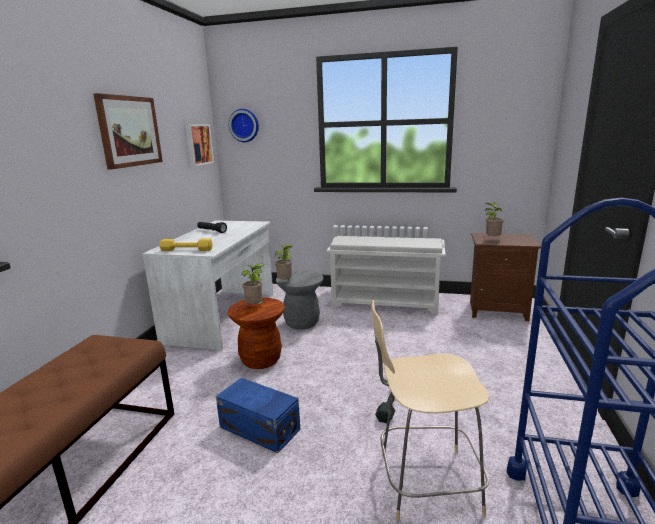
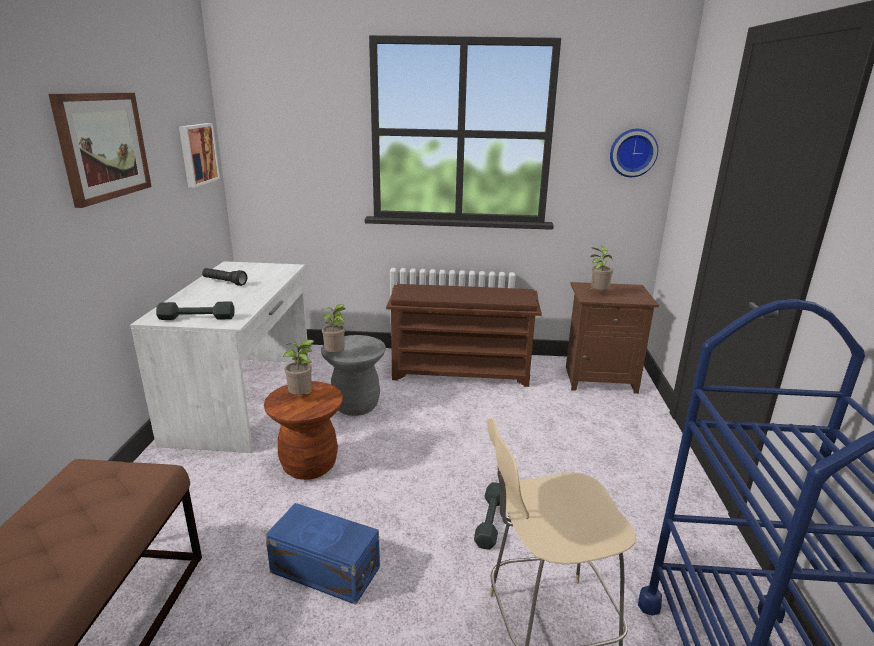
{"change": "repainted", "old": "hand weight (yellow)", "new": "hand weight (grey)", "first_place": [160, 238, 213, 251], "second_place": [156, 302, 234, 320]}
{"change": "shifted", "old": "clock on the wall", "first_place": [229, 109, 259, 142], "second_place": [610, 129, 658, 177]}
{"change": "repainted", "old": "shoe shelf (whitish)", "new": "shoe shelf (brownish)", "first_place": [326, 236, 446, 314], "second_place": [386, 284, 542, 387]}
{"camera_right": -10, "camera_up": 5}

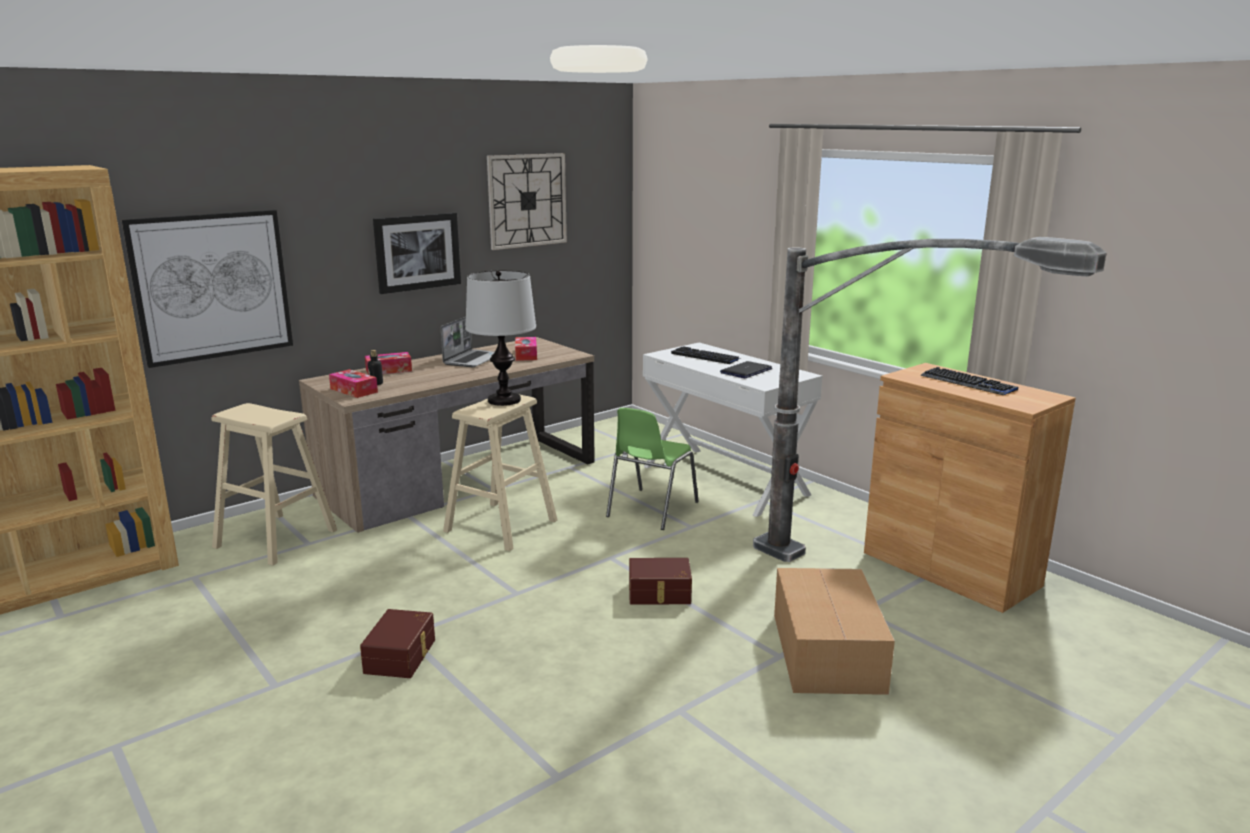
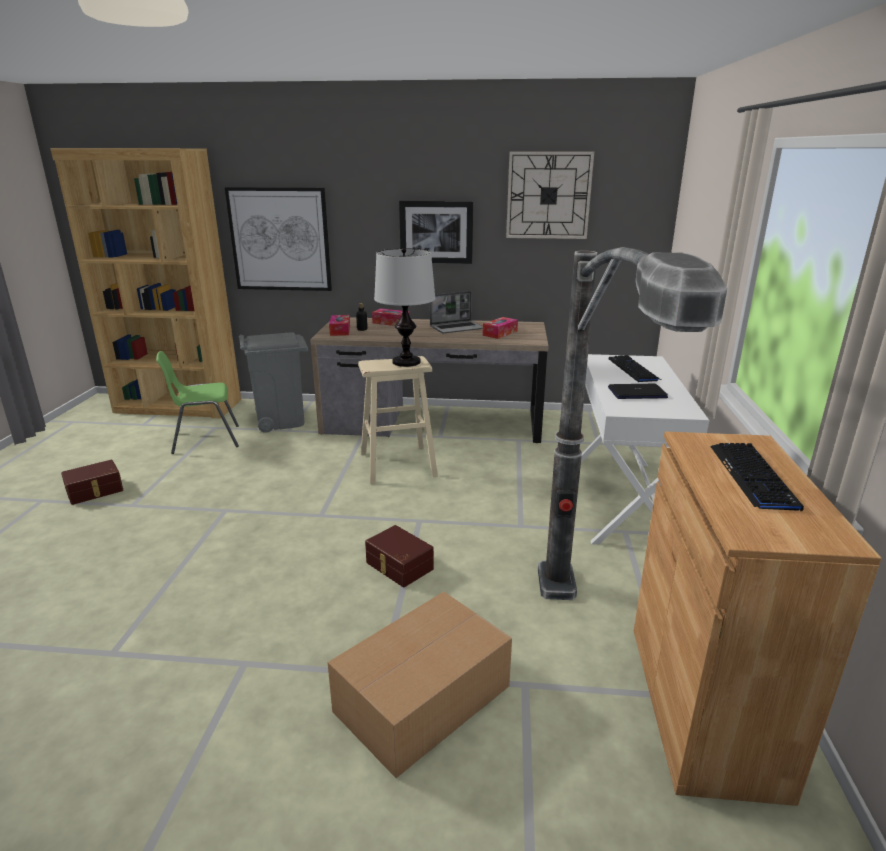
{"change": "swapped", "old": "stool (beige-coloured)", "new": "trash can (grey)", "first_place": [211, 403, 337, 566], "second_place": [239, 332, 308, 433]}
{"change": "shifted", "old": "storage box (brownish)", "first_place": [360, 609, 435, 678], "second_place": [61, 460, 124, 505]}
{"change": "shifted", "old": "chair (green)", "first_place": [606, 408, 699, 530], "second_place": [156, 351, 239, 454]}
{"camera_right": 45, "camera_up": 5}

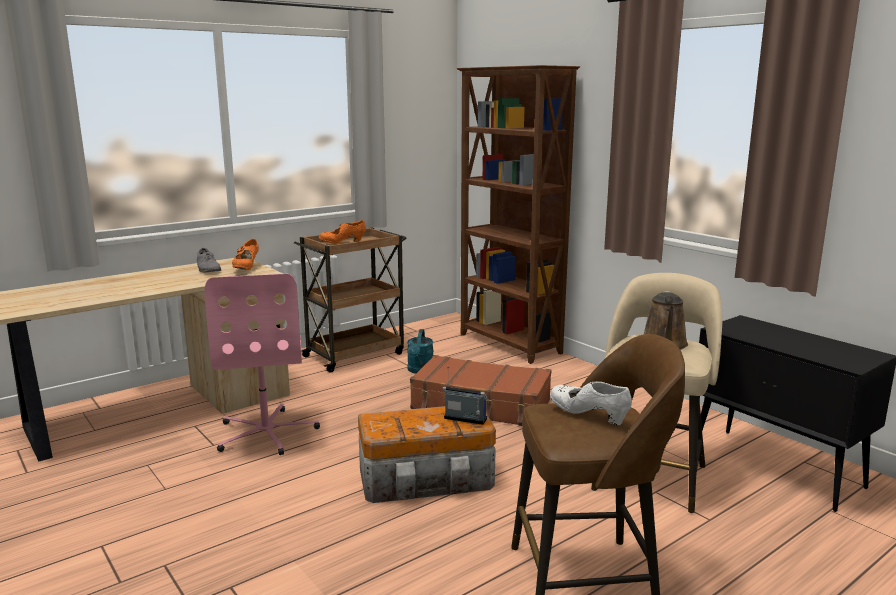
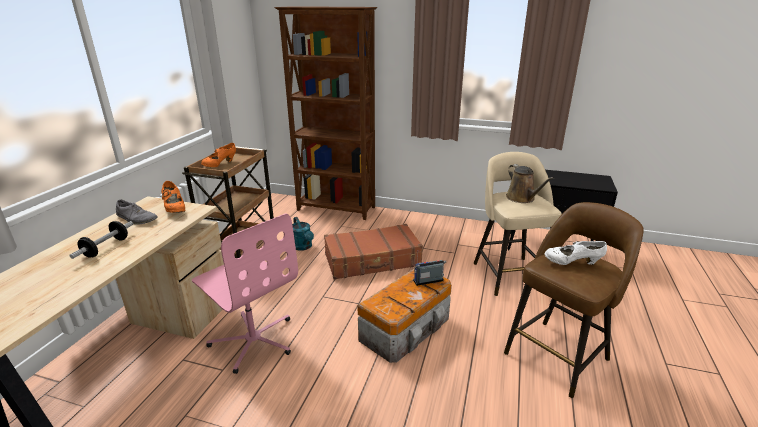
{"change": "new", "new": "hand weight", "second_place": [69, 221, 133, 259]}
{"camera_right": -35, "camera_up": 10}

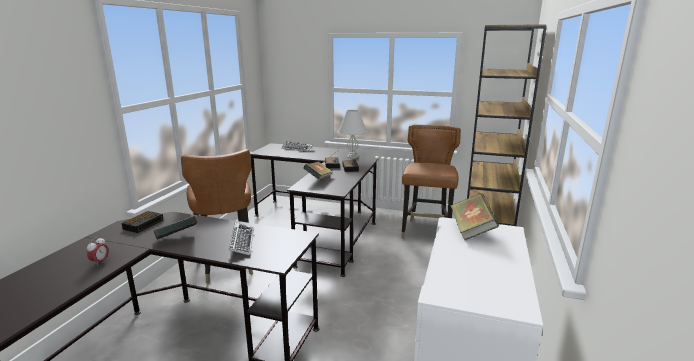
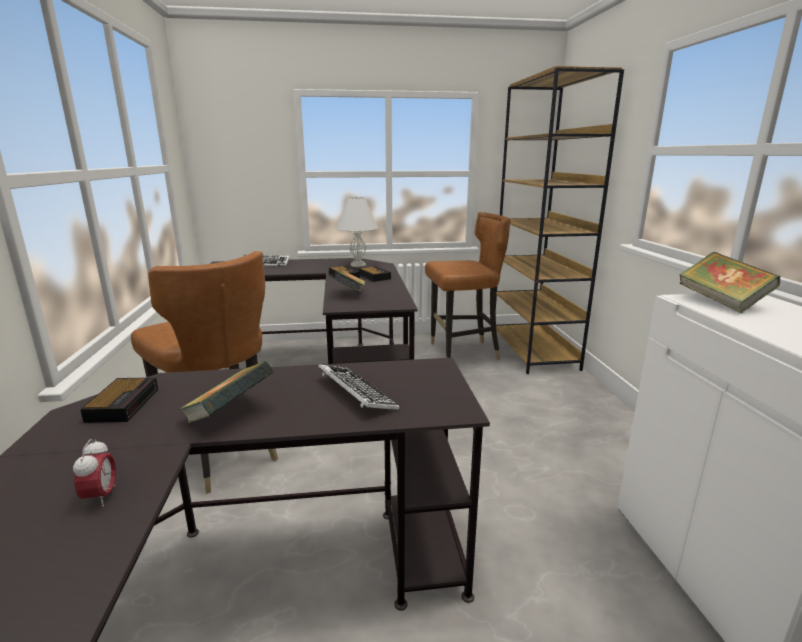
{"change": "rotated", "old": "chair (brownish)", "first_place": [401, 125, 461, 239], "second_place": [425, 212, 511, 360], "degrees": 90}
{"camera_right": -25, "camera_up": 0}

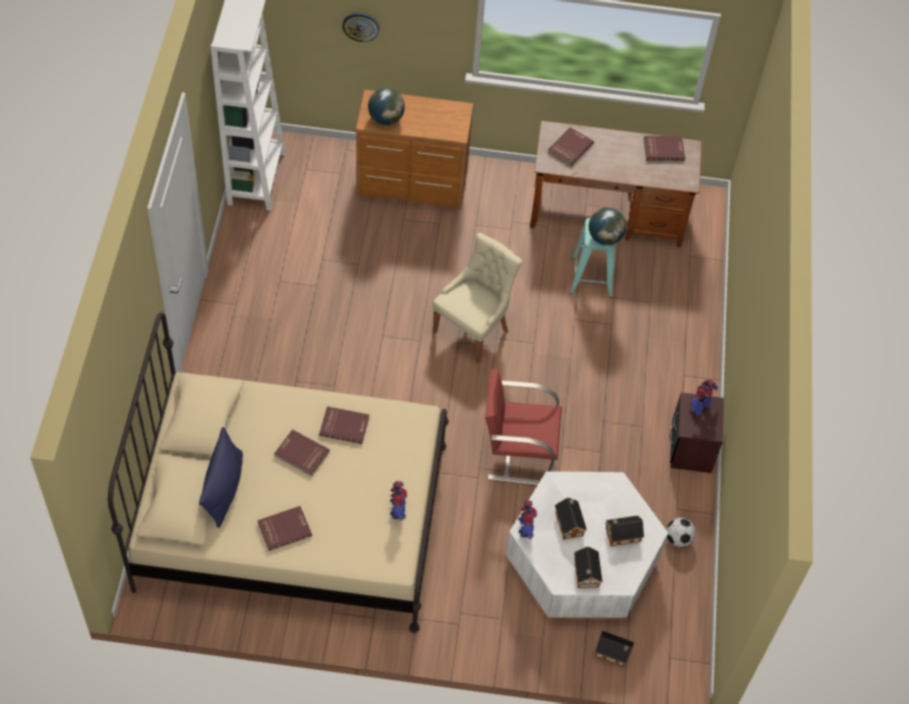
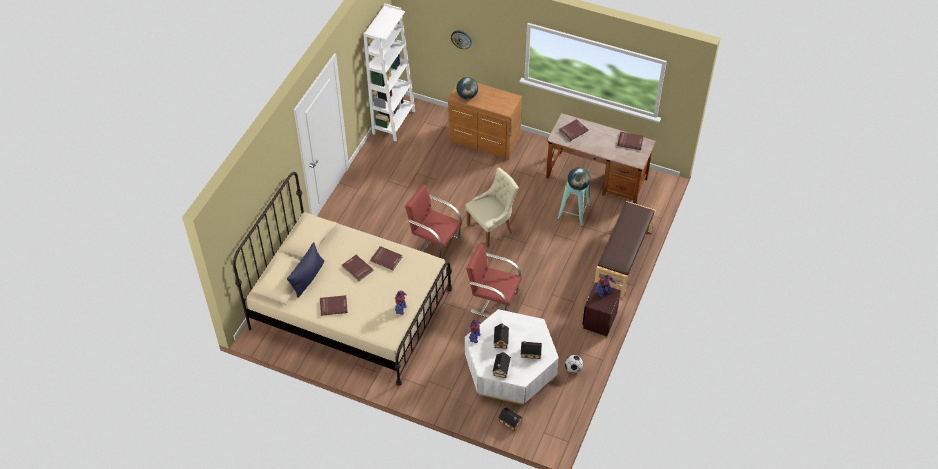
{"change": "new", "new": "chair (red)", "second_place": [405, 185, 462, 258]}
{"change": "new", "new": "long seat (brownish)", "second_place": [594, 201, 656, 298]}
{"camera_right": 20, "camera_up": -5}

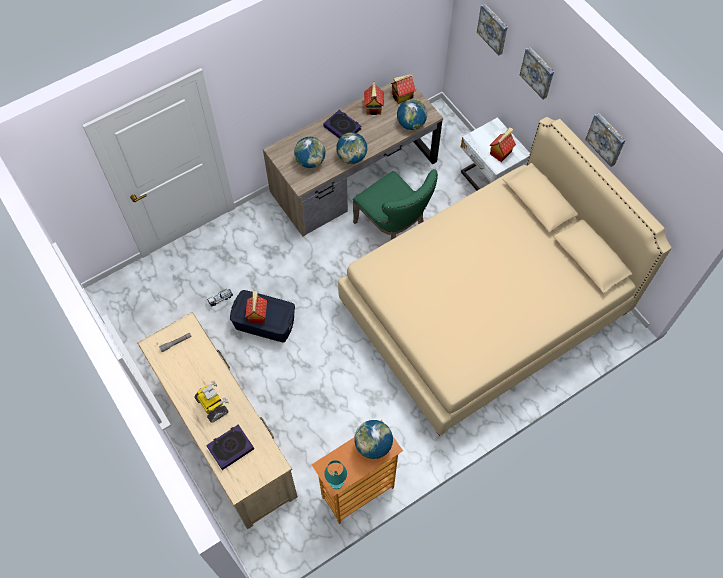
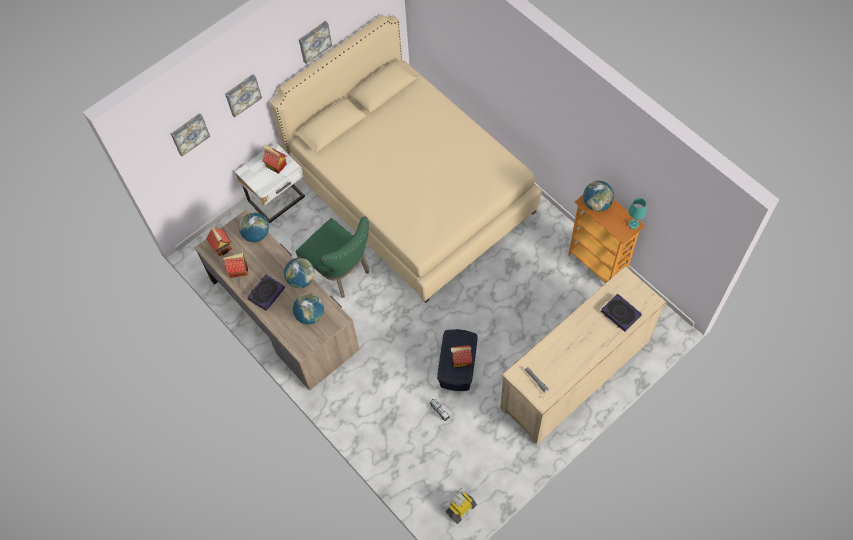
{"change": "shifted", "old": "toy robot", "first_place": [194, 381, 229, 423], "second_place": [444, 488, 477, 524]}
{"change": "rotated", "old": "chair (green)", "first_place": [353, 169, 438, 240], "second_place": [296, 216, 369, 298], "degrees": 90}
{"camera_right": -95, "camera_up": 0}

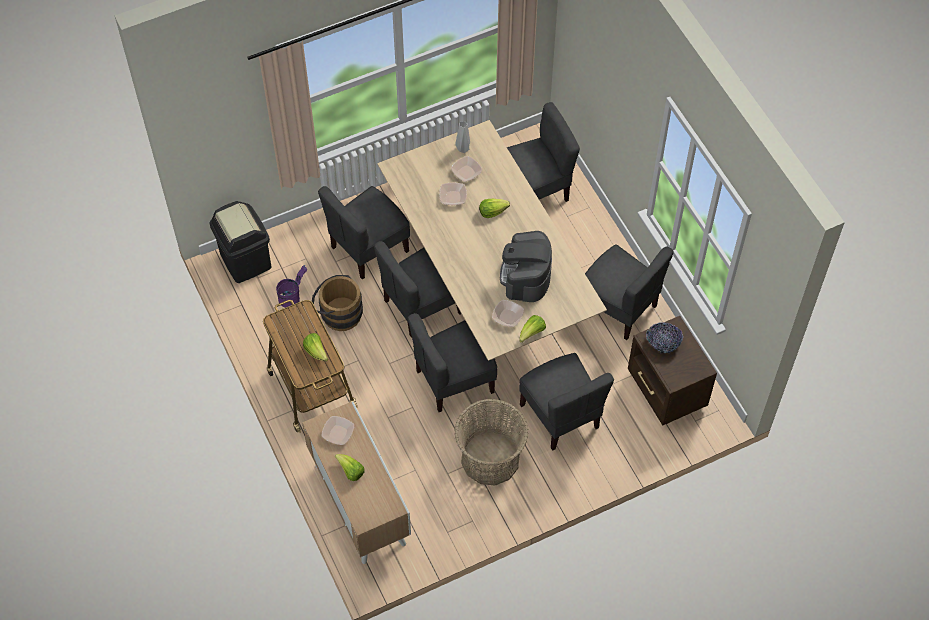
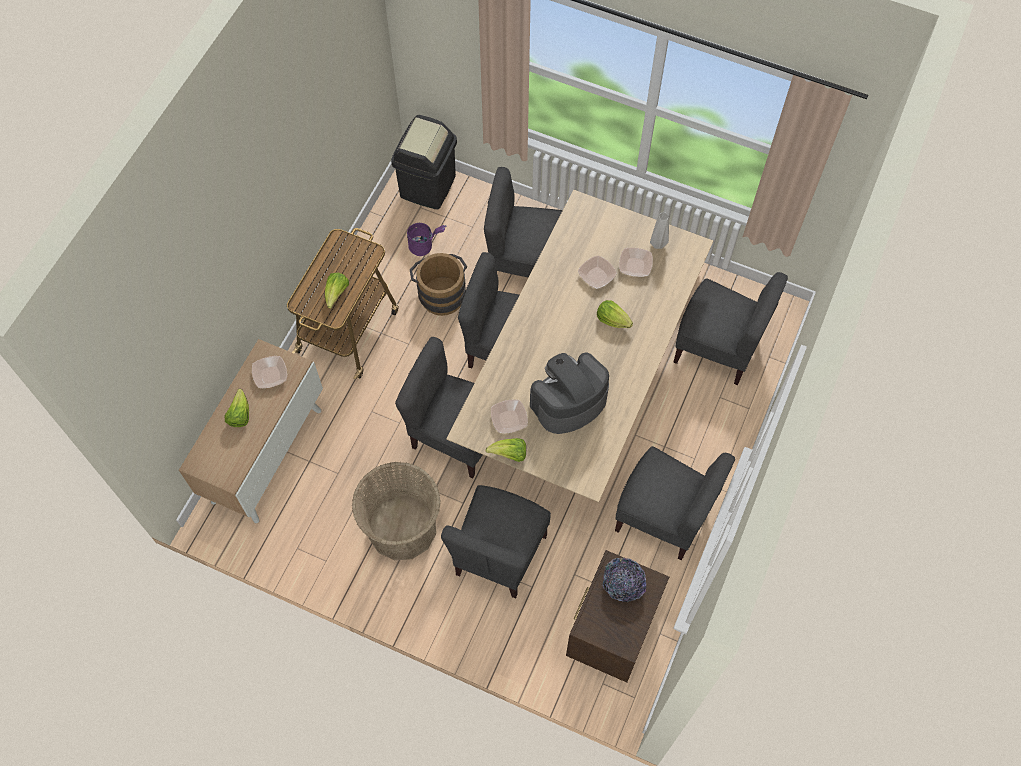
{"change": "rotated", "old": "chair (grey)", "first_place": [585, 245, 674, 340], "second_place": [615, 446, 735, 561], "degrees": -60}
{"camera_right": 50, "camera_up": 5}

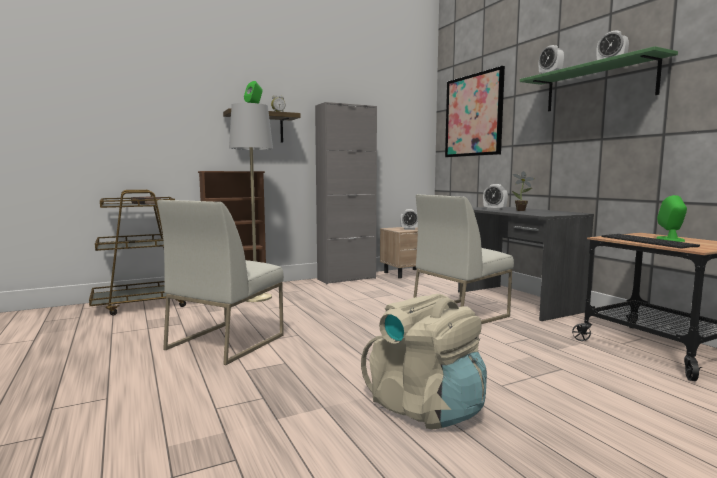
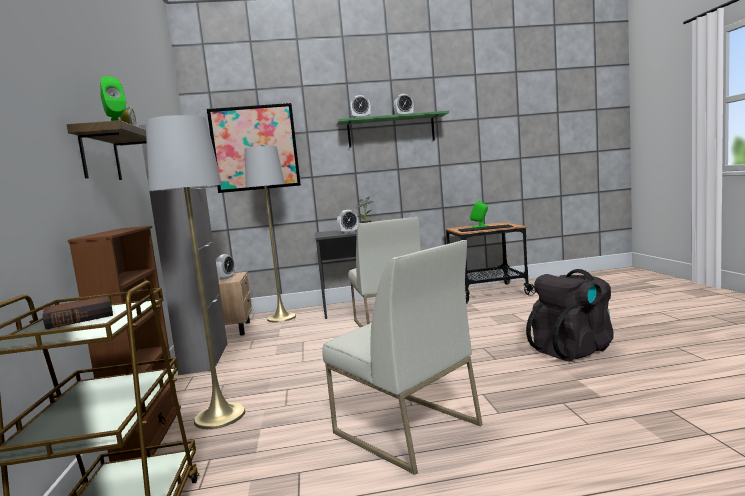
{"change": "repainted", "old": "backpack (beige-coloured)", "new": "backpack (black)", "first_place": [361, 294, 487, 430], "second_place": [526, 269, 614, 362]}
{"change": "new", "new": "standard lamp (grey)", "second_place": [245, 146, 296, 322]}
{"camera_right": -70, "camera_up": 0}

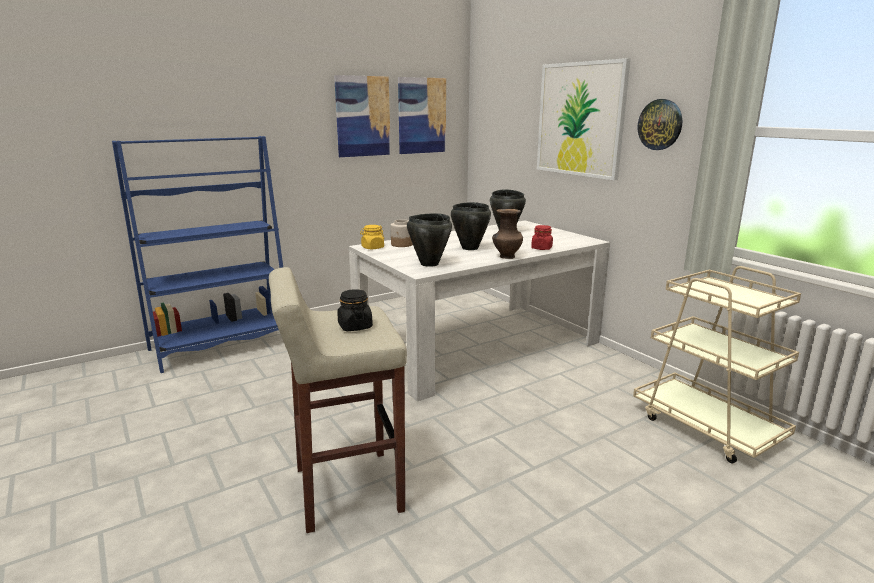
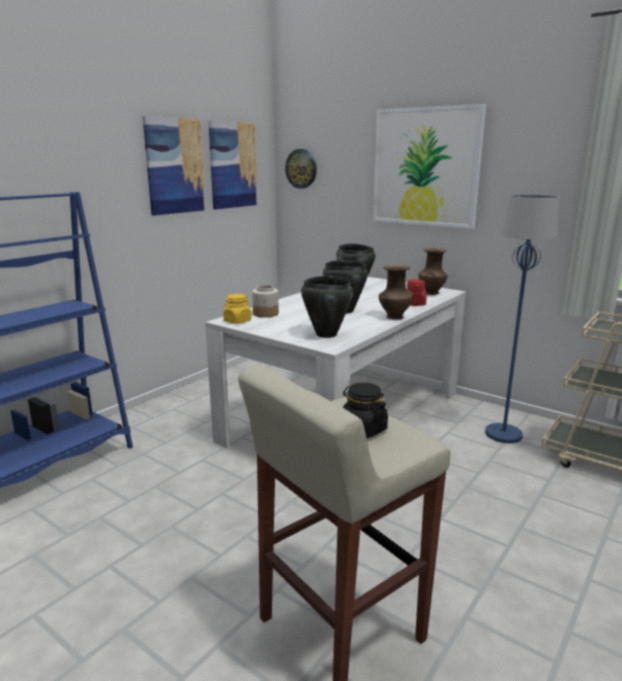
{"change": "shifted", "old": "clock on the wall", "first_place": [638, 99, 682, 150], "second_place": [285, 149, 317, 189]}
{"change": "new", "new": "decorative vase (brownish)", "second_place": [418, 248, 447, 295]}
{"change": "new", "new": "standard lamp (blue)", "second_place": [485, 195, 559, 443]}
{"camera_right": -20, "camera_up": 0}

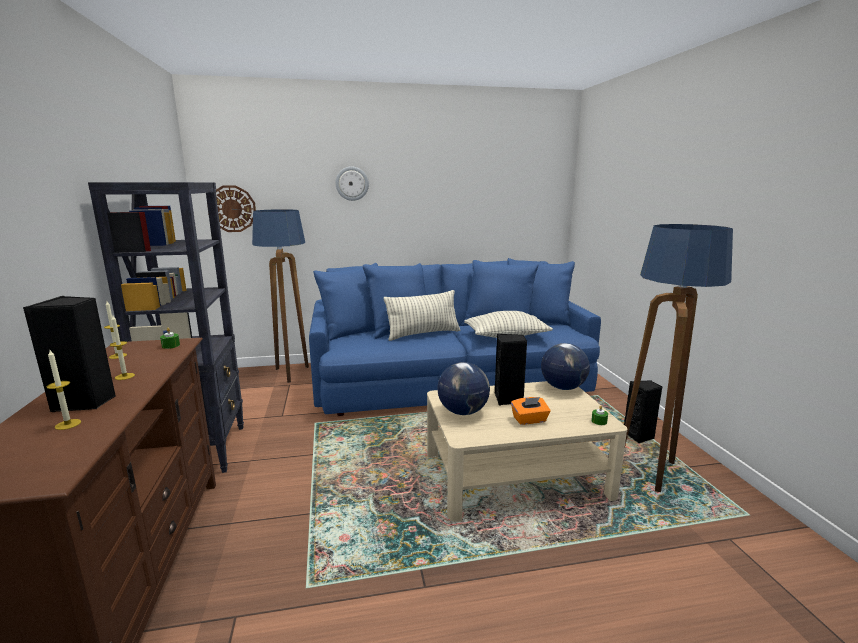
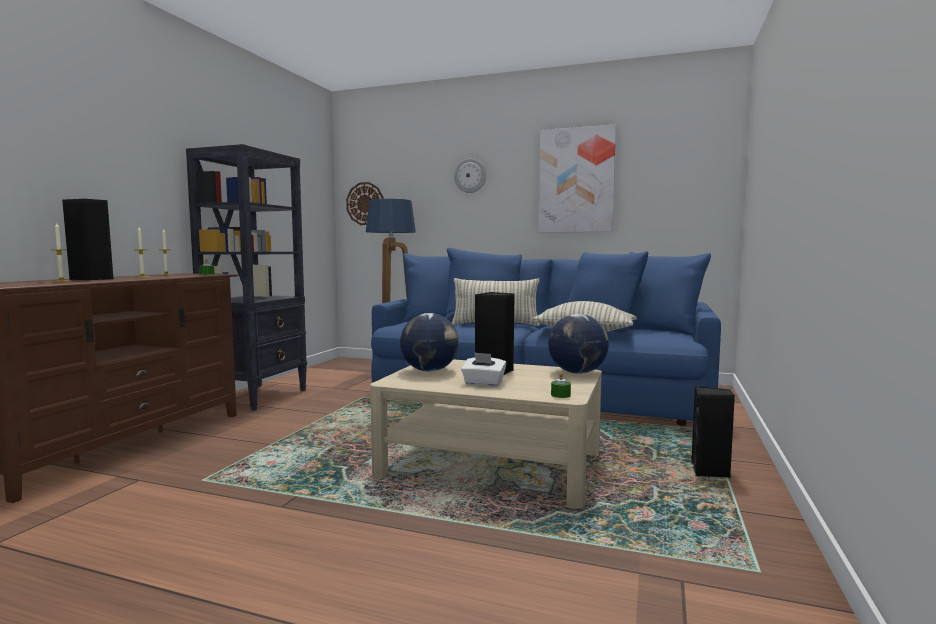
{"change": "repainted", "old": "tissue box (orange)", "new": "tissue box (whitish)", "first_place": [511, 397, 551, 425], "second_place": [461, 352, 506, 386]}
{"change": "gone", "old": "standard lamp", "first_place": [625, 224, 733, 492]}
{"change": "new", "new": "wall art", "second_place": [539, 125, 616, 233]}
{"camera_right": 30, "camera_up": -10}

